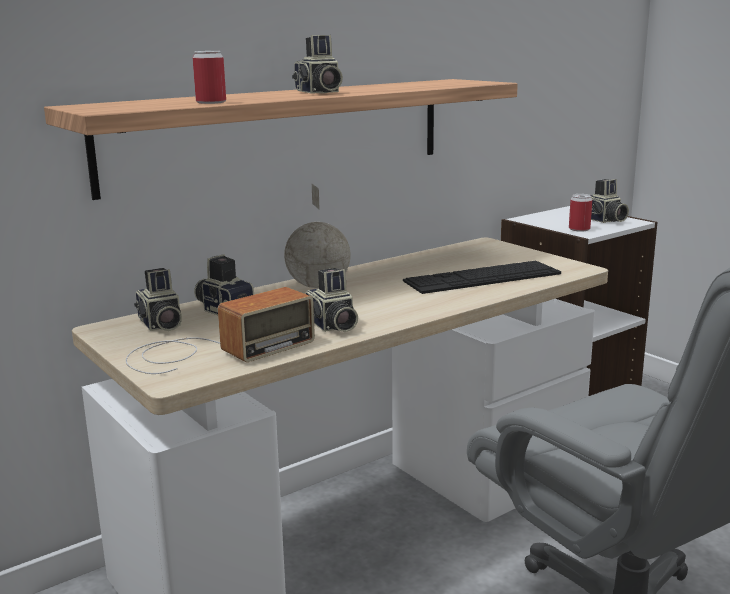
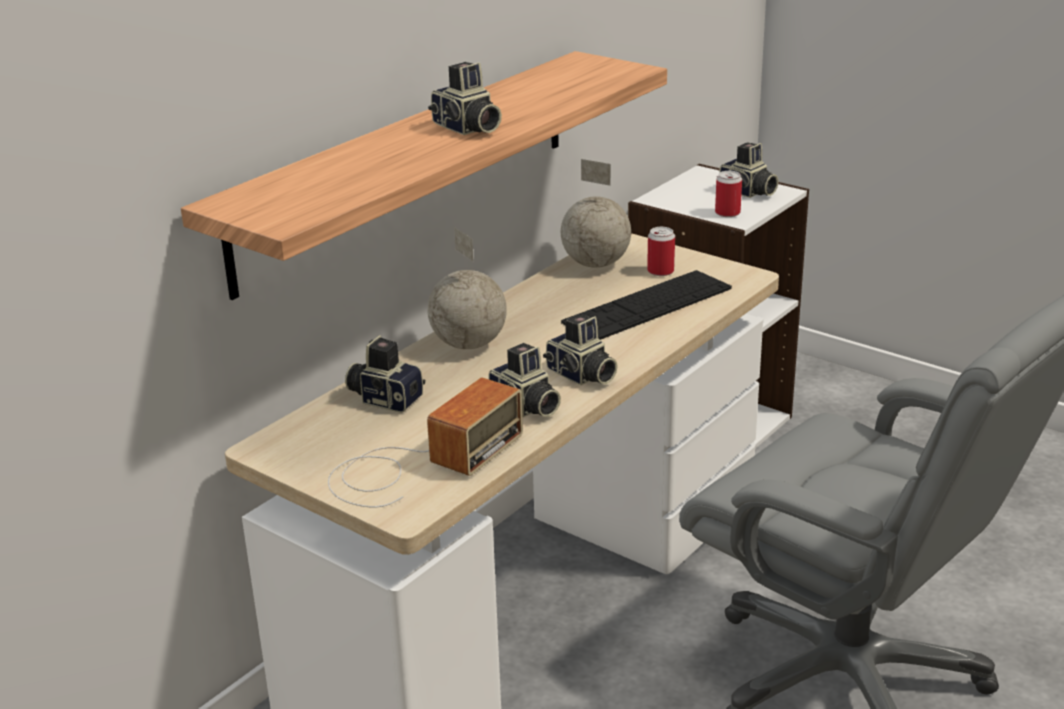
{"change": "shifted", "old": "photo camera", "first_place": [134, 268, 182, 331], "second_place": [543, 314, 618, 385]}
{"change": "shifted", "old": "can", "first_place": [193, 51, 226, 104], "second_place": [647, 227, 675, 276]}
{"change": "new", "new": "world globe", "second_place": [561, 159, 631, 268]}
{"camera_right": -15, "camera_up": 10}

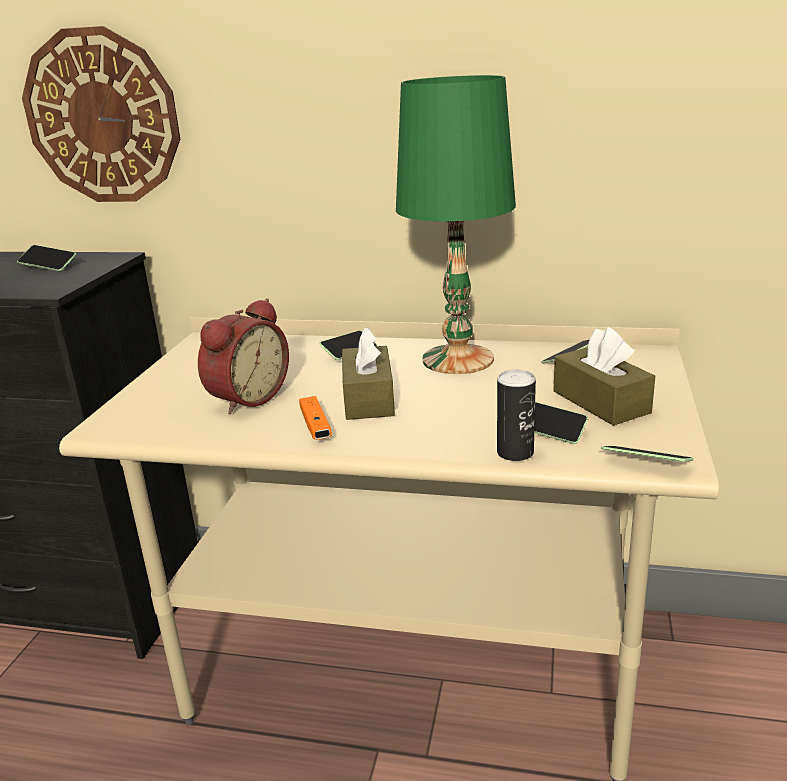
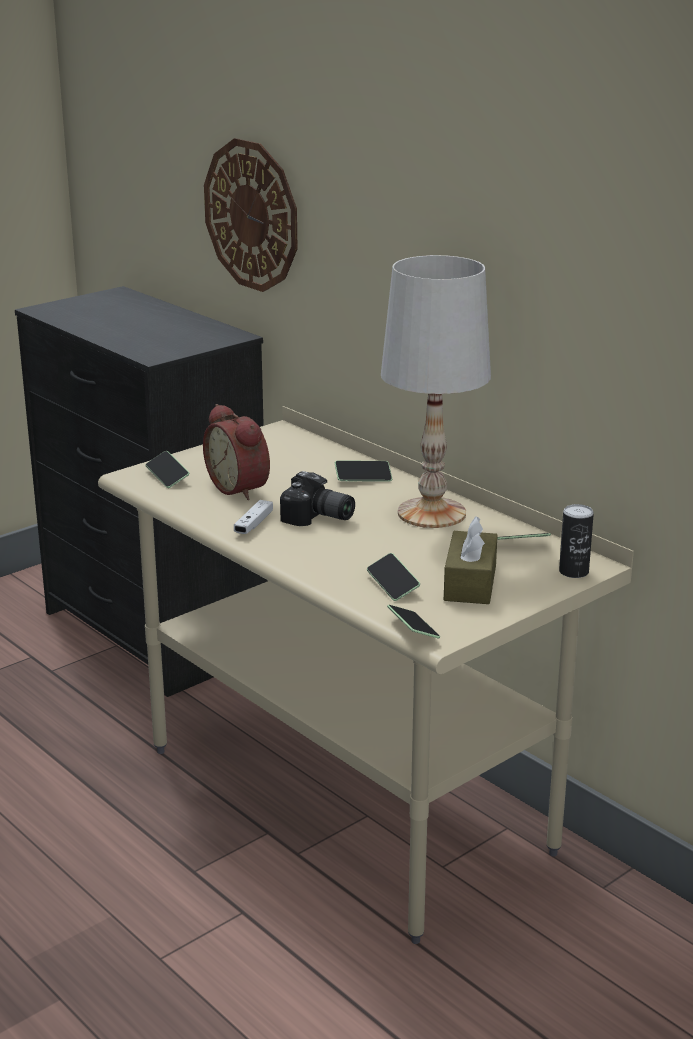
{"change": "shifted", "old": "telephone", "first_place": [17, 245, 76, 271], "second_place": [145, 451, 190, 488]}
{"change": "rotated", "old": "alarm clock", "first_place": [198, 298, 289, 415], "second_place": [203, 404, 270, 500], "degrees": 75}
{"change": "repainted", "old": "joypad (orange)", "new": "joypad (whitish)", "first_place": [299, 396, 332, 440], "second_place": [234, 500, 273, 534]}
{"change": "swapped", "old": "tissue box (brownish)", "new": "photo camera", "first_place": [342, 327, 395, 420], "second_place": [280, 471, 355, 526]}
{"change": "repainted", "old": "tabletop lamp (green)", "new": "tabletop lamp (whitish)", "first_place": [396, 75, 516, 374], "second_place": [381, 255, 491, 528]}
{"change": "shifted", "old": "can", "first_place": [497, 369, 536, 461], "second_place": [559, 504, 594, 578]}
{"camera_right": 35, "camera_up": 0}

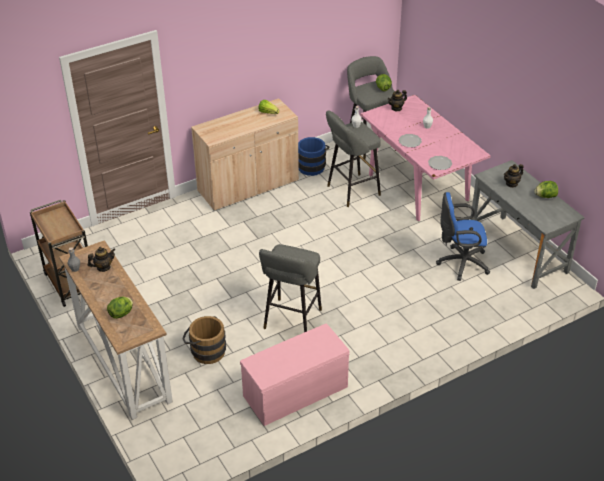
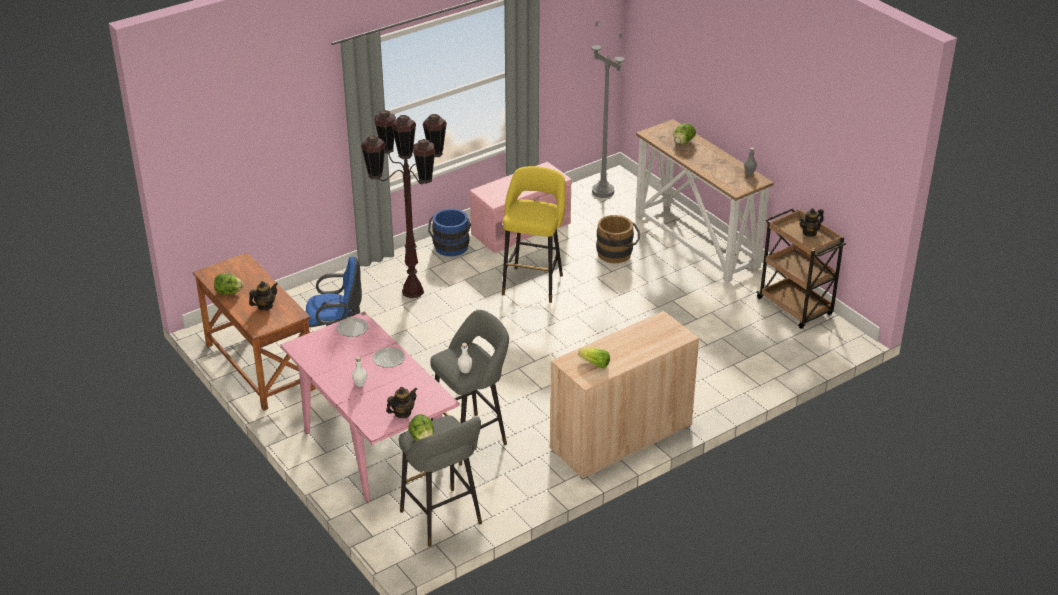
{"change": "shifted", "old": "teapot", "first_place": [88, 247, 116, 272], "second_place": [799, 208, 824, 237]}
{"change": "repainted", "old": "stool (grey)", "new": "stool (yellow)", "first_place": [259, 244, 322, 332], "second_place": [502, 166, 566, 303]}
{"change": "shifted", "old": "pail (blue)", "first_place": [298, 137, 330, 176], "second_place": [428, 209, 471, 256]}
{"change": "repainted", "old": "desk (grey)", "new": "desk (brownish)", "first_place": [470, 160, 585, 289], "second_place": [192, 253, 316, 411]}
{"change": "new", "new": "standard lamp (brownish)", "second_place": [361, 110, 447, 298]}
{"change": "new", "new": "standard lamp (grey)", "second_place": [591, 21, 624, 198]}
{"camera_right": 175, "camera_up": -5}

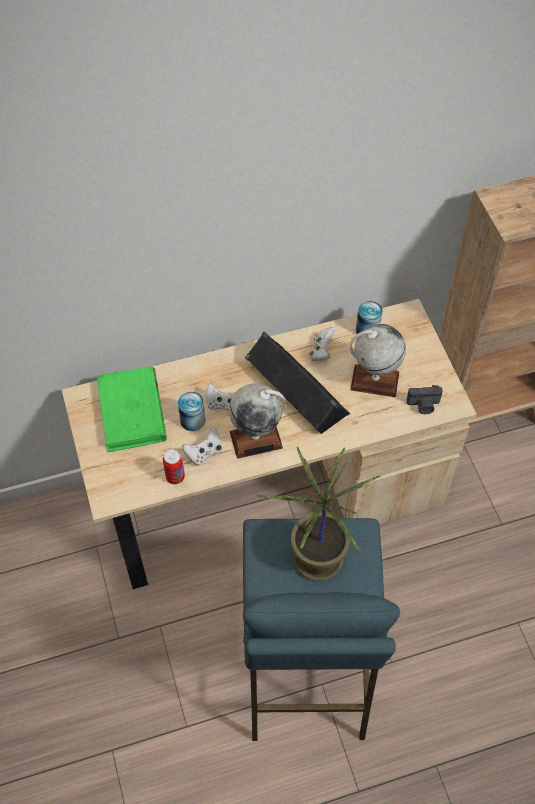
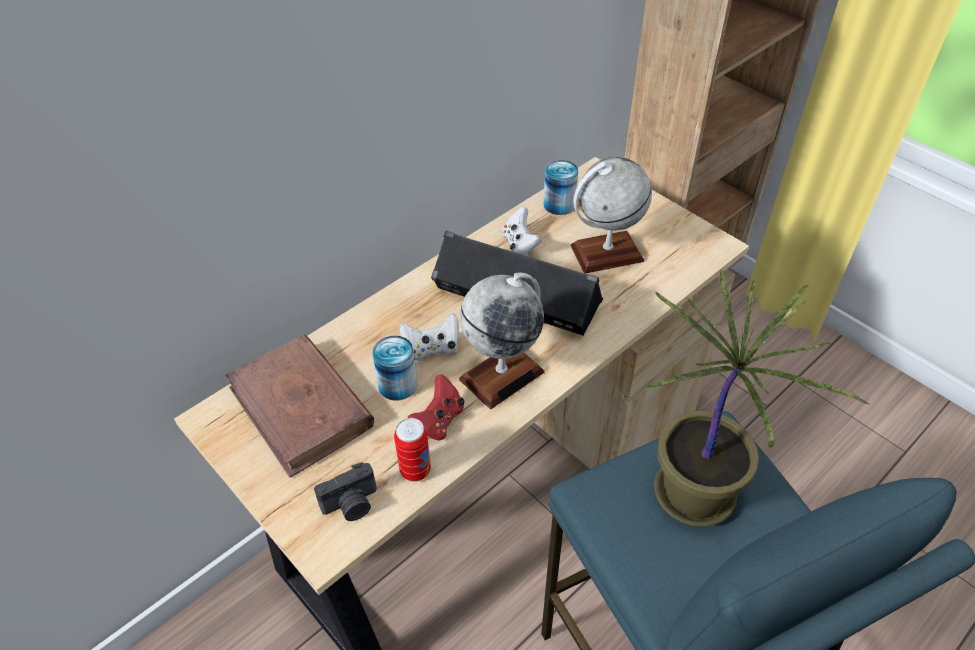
{"change": "repainted", "old": "bound book (green)", "new": "bound book (brownish)", "first_place": [97, 366, 167, 452], "second_place": [225, 334, 374, 478]}
{"change": "repainted", "old": "joypad (whitish)", "new": "joypad (red)", "first_place": [182, 426, 222, 466], "second_place": [408, 375, 464, 441]}
{"change": "shifted", "old": "photo camera", "first_place": [406, 385, 443, 414], "second_place": [314, 462, 377, 521]}
{"camera_right": -25, "camera_up": -10}

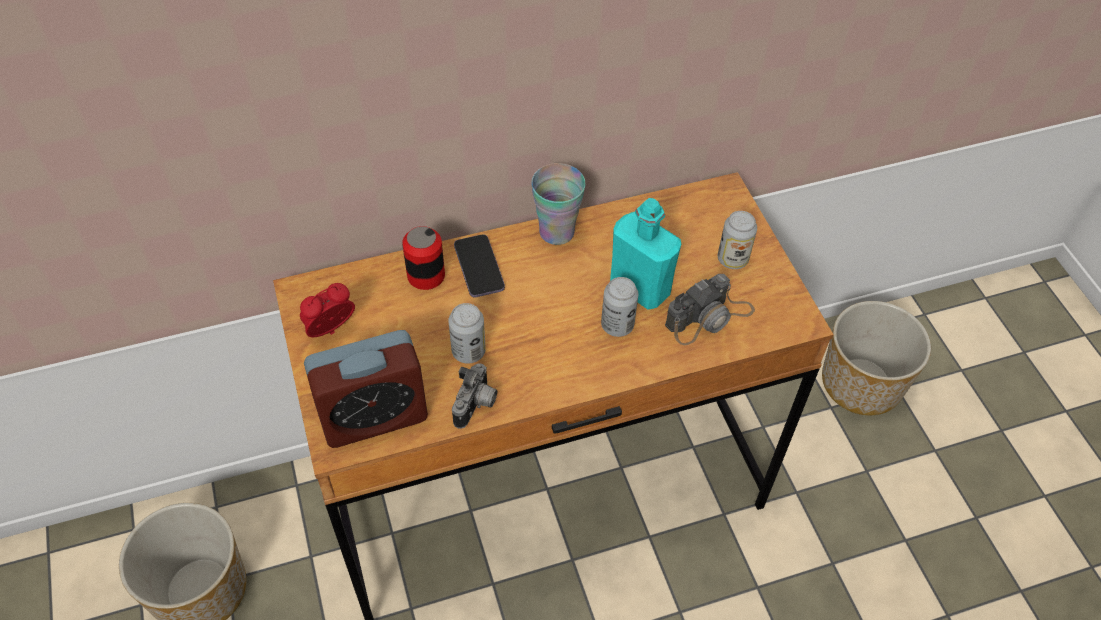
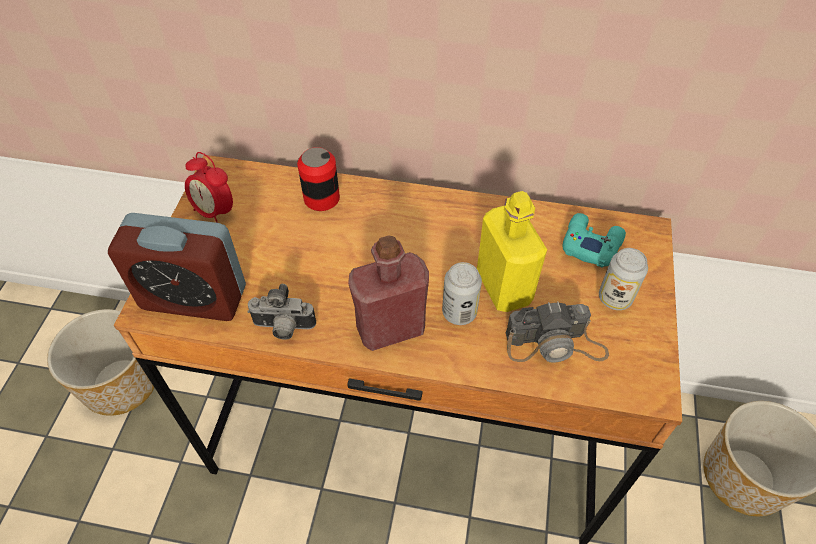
{"change": "rotated", "old": "alarm clock", "first_place": [300, 283, 355, 337], "second_place": [185, 152, 233, 223], "degrees": -135}
{"change": "gone", "old": "can", "first_place": [448, 303, 486, 364]}
{"change": "rotated", "old": "photo camera", "first_place": [452, 363, 497, 429], "second_place": [247, 284, 316, 340], "degrees": 45}
{"change": "gone", "old": "telephone", "first_place": [454, 234, 505, 297]}
{"change": "gone", "old": "cup", "first_place": [531, 163, 586, 245]}
{"change": "repainted", "old": "beverage bottle (blue-green)", "new": "beverage bottle (yellow)", "first_place": [610, 198, 681, 310], "second_place": [477, 191, 547, 312]}
{"change": "new", "new": "beverage bottle (red)", "second_place": [348, 235, 429, 351]}
{"change": "new", "new": "joypad (blue-green)", "second_place": [562, 213, 626, 268]}
{"camera_right": 30, "camera_up": 0}

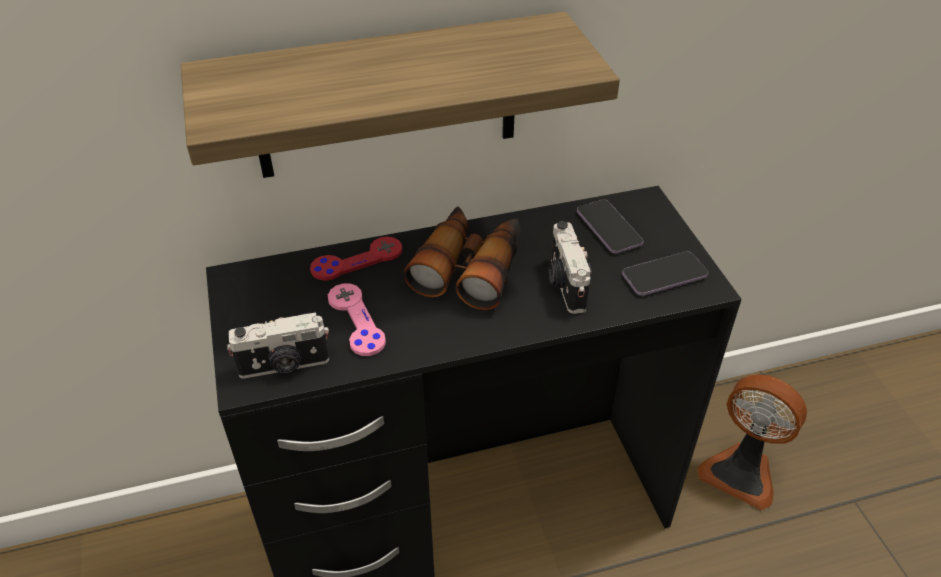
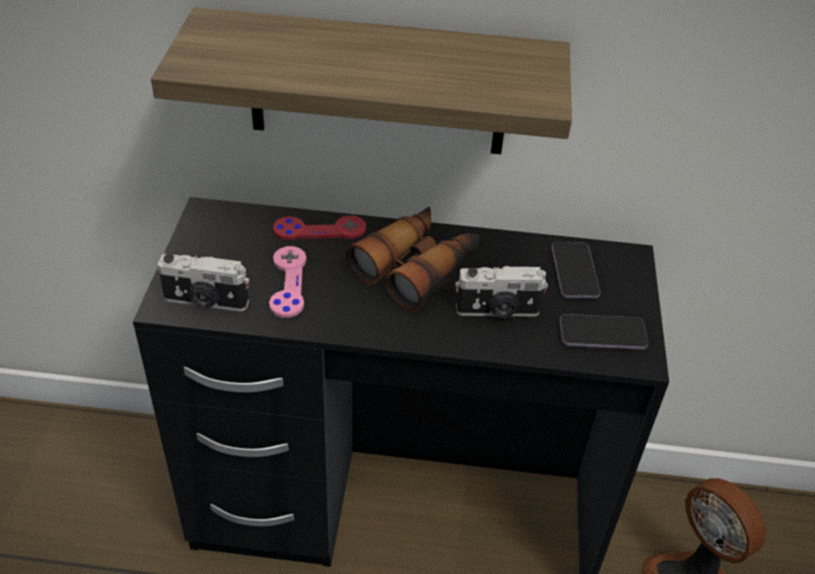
{"change": "rotated", "old": "photo camera", "first_place": [549, 221, 591, 314], "second_place": [455, 266, 548, 318], "degrees": -105}
{"camera_right": 20, "camera_up": 0}

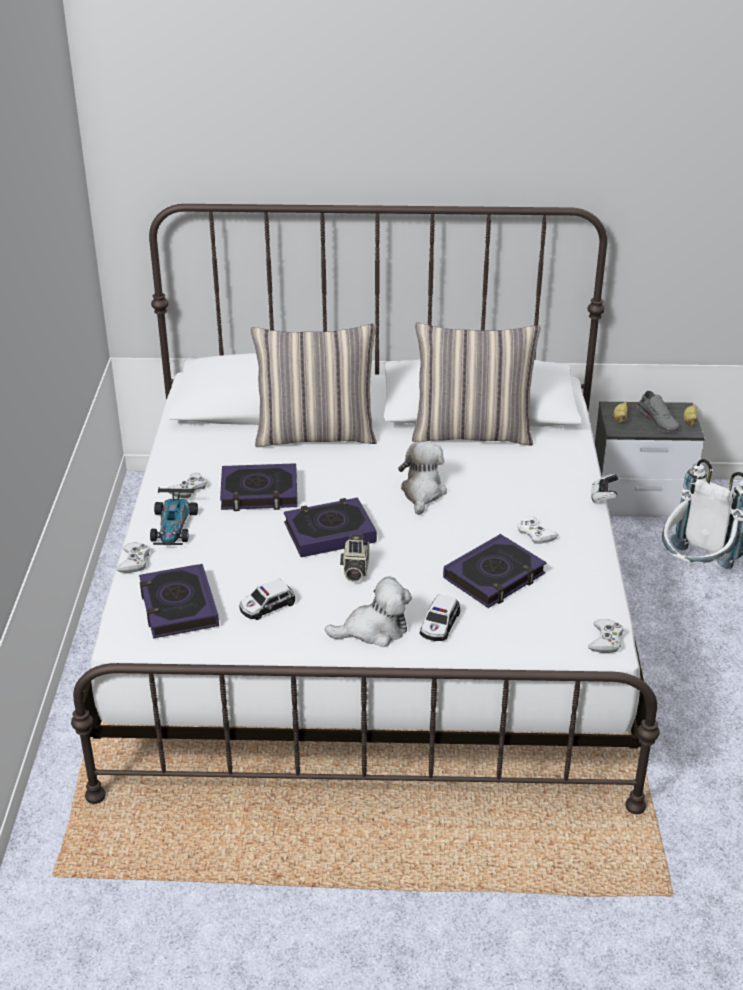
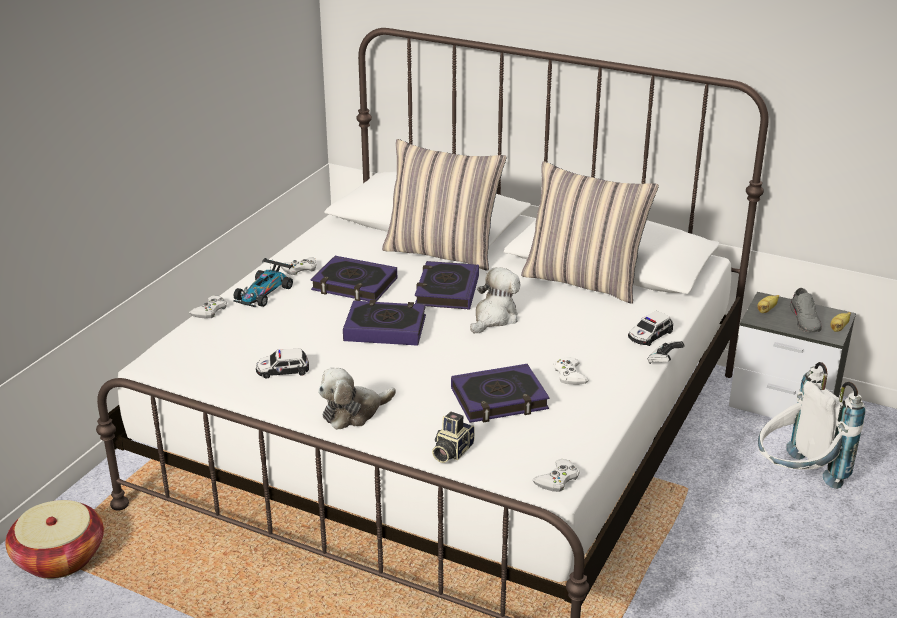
{"change": "shifted", "old": "bound book", "first_place": [139, 564, 219, 639], "second_place": [415, 261, 479, 310]}
{"change": "rotated", "old": "cuddly toy", "first_place": [325, 577, 412, 647], "second_place": [318, 368, 396, 430], "degrees": 135}
{"change": "shifted", "old": "photo camera", "first_place": [340, 534, 369, 582], "second_place": [432, 412, 475, 463]}
{"change": "shifted", "old": "model car", "first_place": [420, 594, 460, 641], "second_place": [628, 311, 673, 346]}
{"change": "new", "new": "storage basket", "second_place": [5, 500, 104, 579]}
{"camera_right": 25, "camera_up": -5}

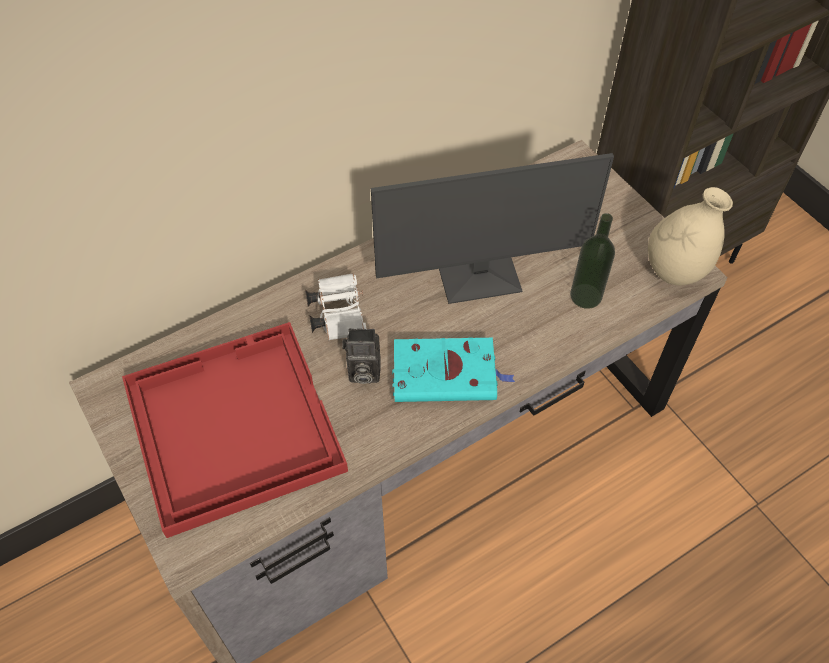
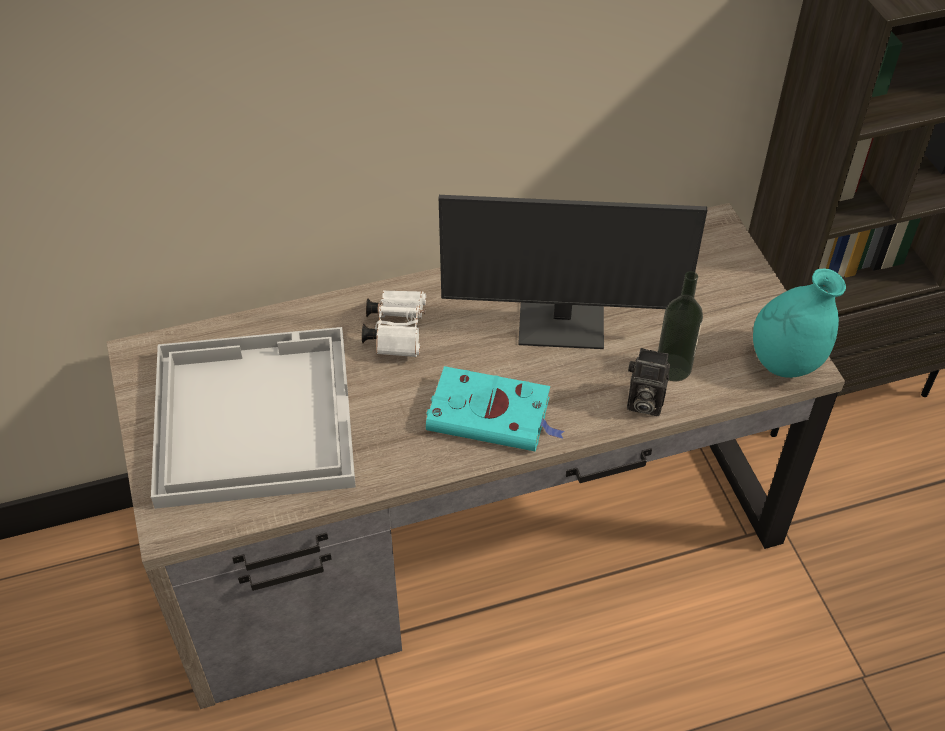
{"change": "repainted", "old": "carrying tray (red)", "new": "carrying tray (whitish)", "first_place": [122, 322, 348, 538], "second_place": [151, 327, 356, 509]}
{"change": "shifted", "old": "photo camera", "first_place": [342, 329, 381, 384], "second_place": [627, 348, 670, 416]}
{"change": "repainted", "old": "decorative vase (beige-coloured)", "new": "decorative vase (blue-green)", "first_place": [648, 187, 733, 285], "second_place": [753, 269, 846, 378]}
{"camera_right": 15, "camera_up": -5}

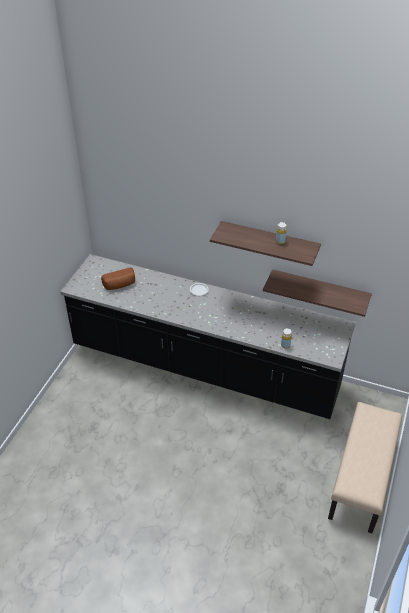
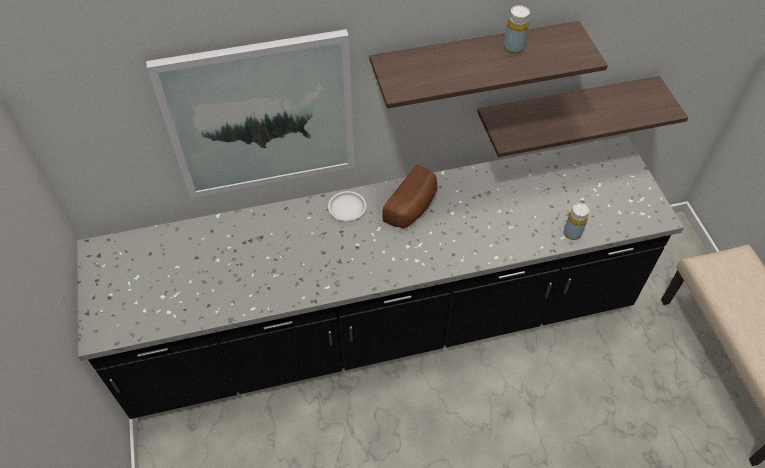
{"change": "shifted", "old": "bread", "first_place": [101, 268, 135, 290], "second_place": [382, 165, 437, 228]}
{"change": "new", "new": "wall art", "second_place": [146, 29, 355, 198]}
{"camera_right": -35, "camera_up": 10}

